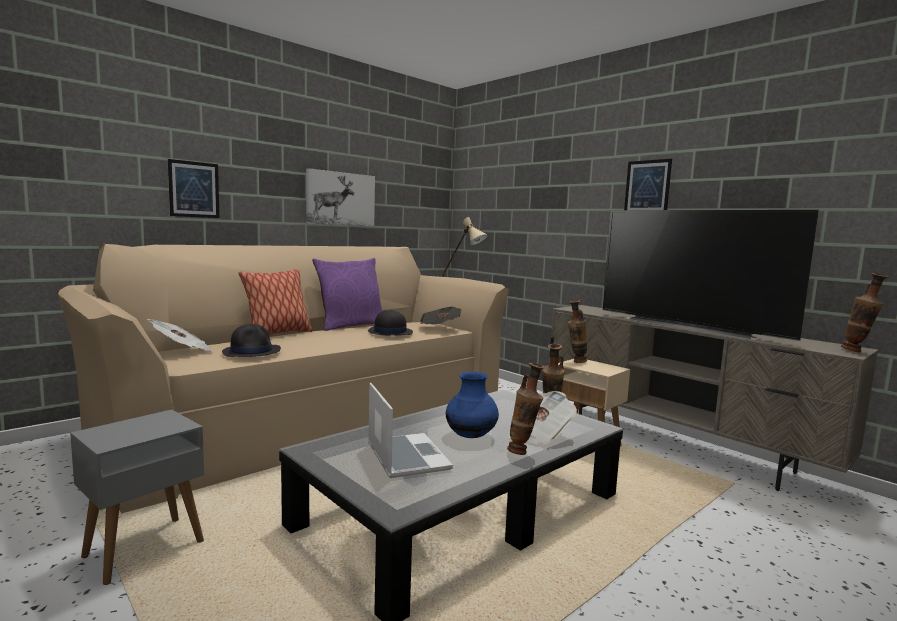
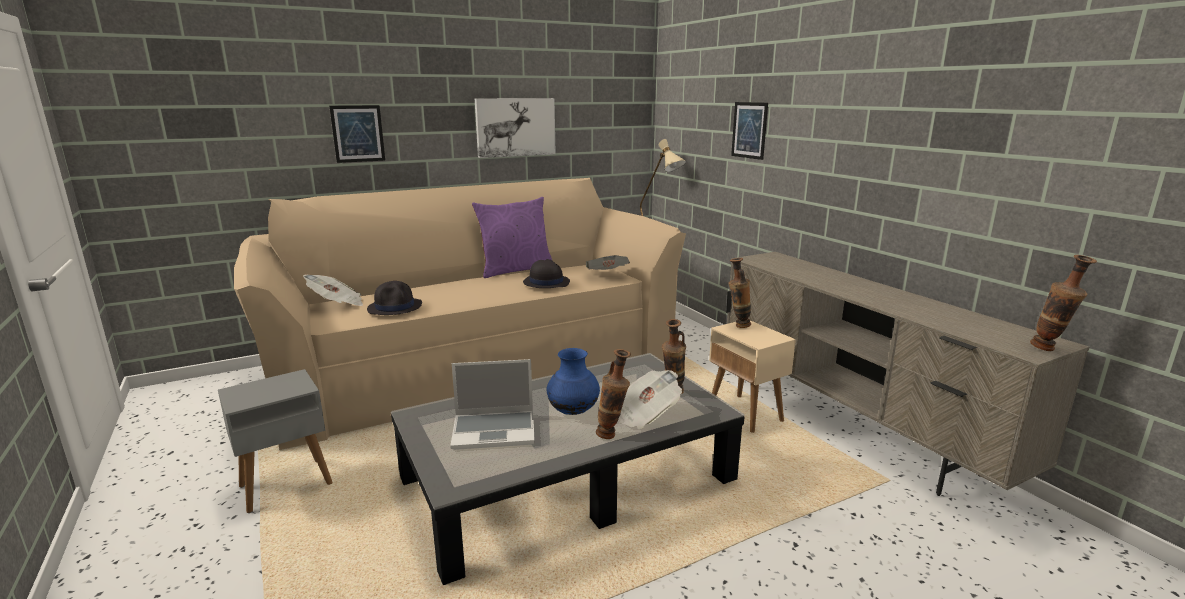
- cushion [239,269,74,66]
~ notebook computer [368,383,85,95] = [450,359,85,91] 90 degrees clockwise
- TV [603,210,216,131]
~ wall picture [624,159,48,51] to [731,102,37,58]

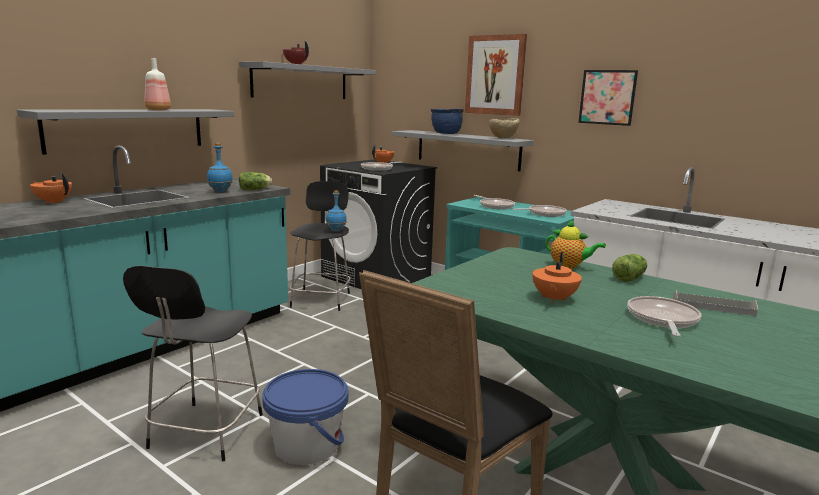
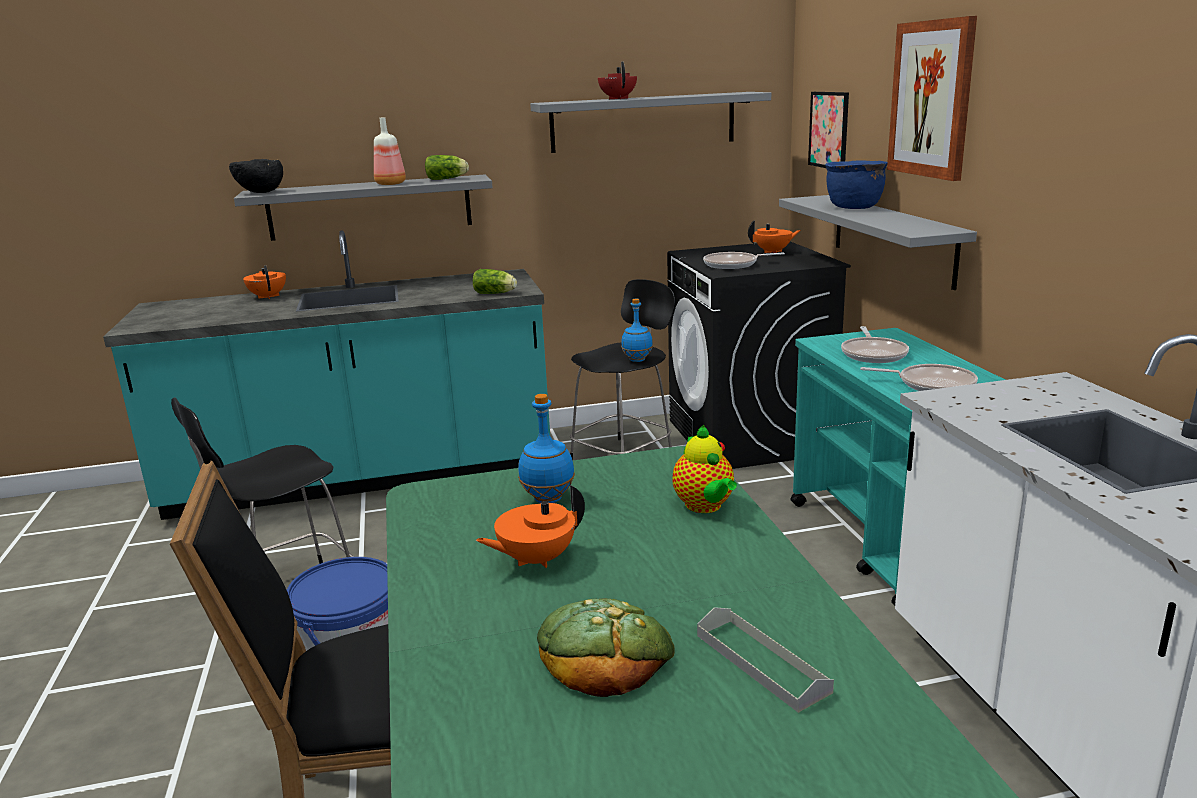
~ bottle (blue-coloured) [207,143,26,50] to [518,394,57,109]
- deep dish (sand-coloured) [489,118,31,20]
~ wall picture [578,70,60,56] to [808,92,41,76]
~ lettuce head [612,254,35,28] to [425,155,44,25]
~ frying pan [627,296,75,41] to bread [537,599,138,98]
+ deep dish (blackish) [229,159,54,34]

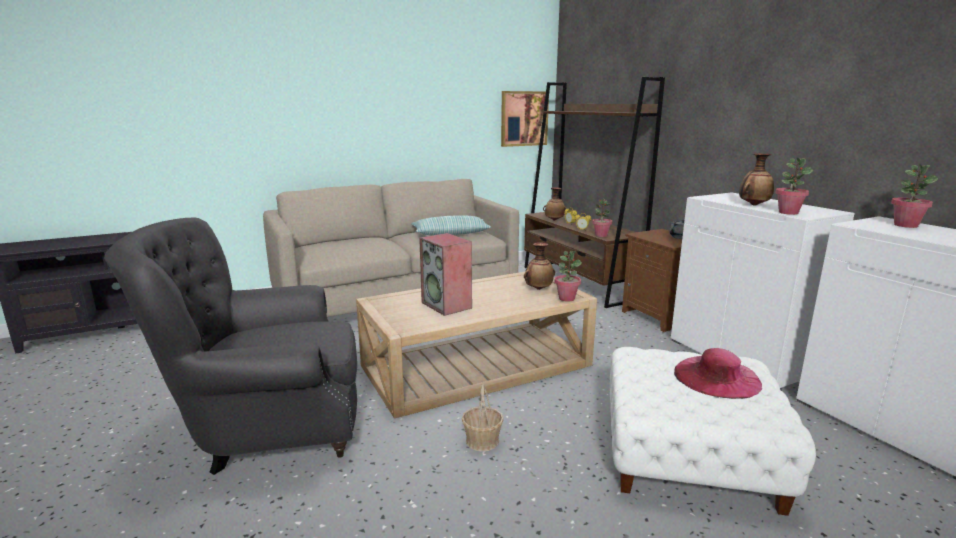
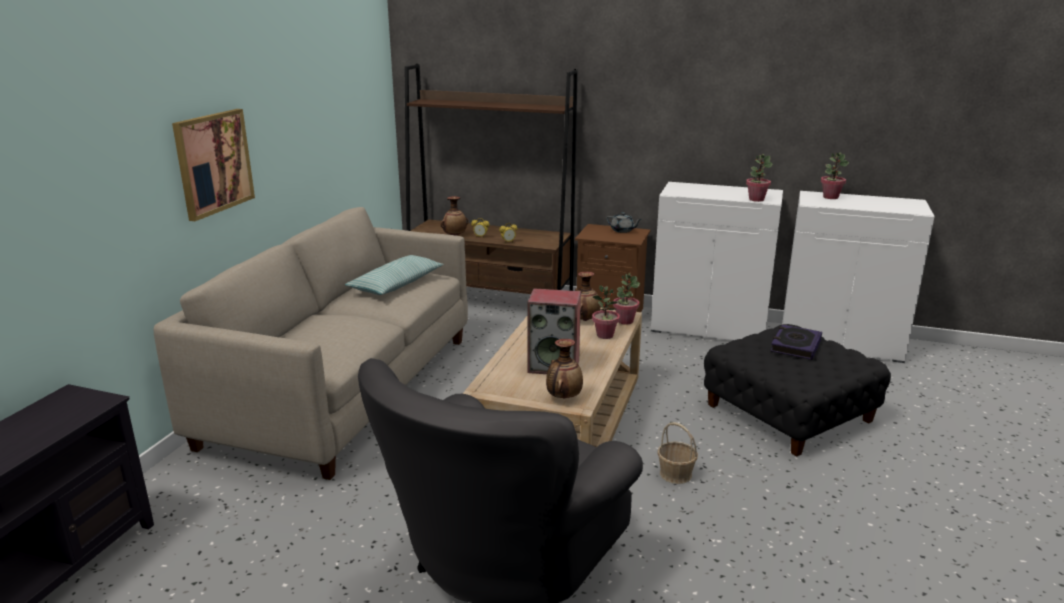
~ wall picture [501,91,48,56] to [172,109,83,112]
~ plant in a pot [592,199,20,38] to [592,285,28,54]
~ footrest (white-coloured) [610,347,206,169] to footrest (blackish) [704,324,187,133]
~ hat (pink) [674,348,89,51] to volume [770,324,52,36]
~ decorative vase [739,153,35,53] to [546,339,37,60]

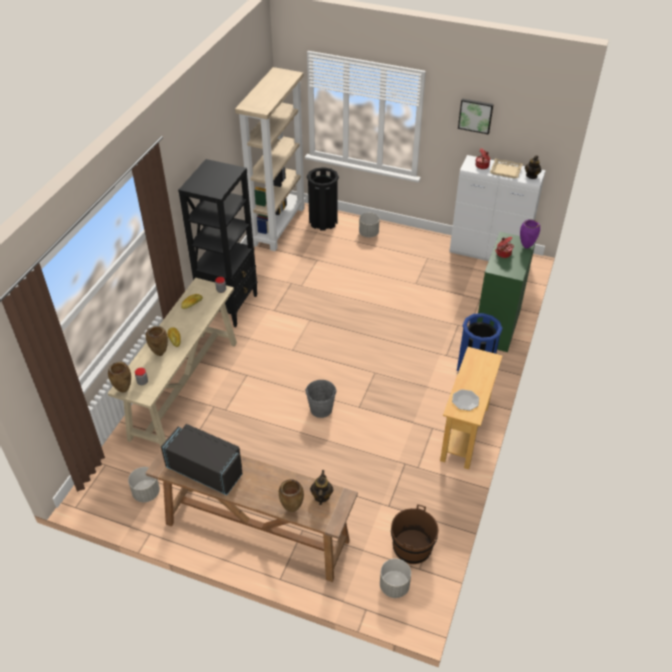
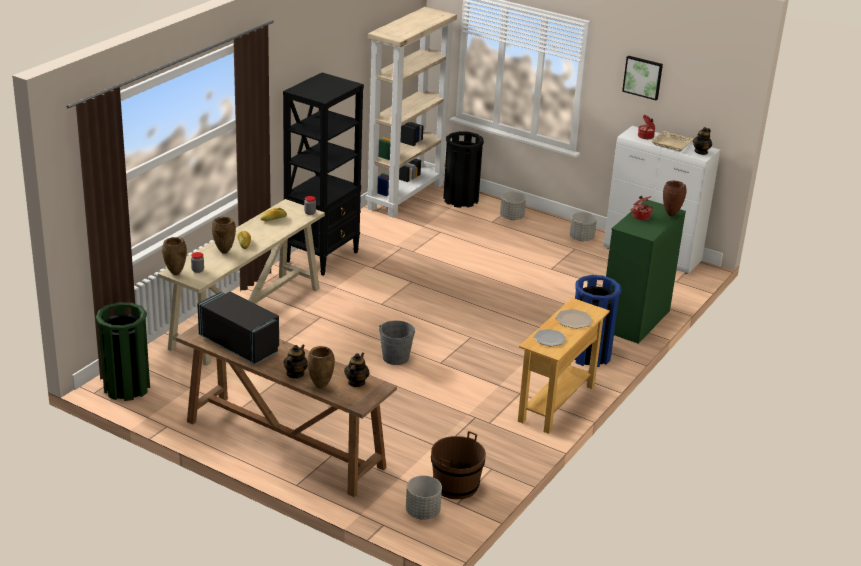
~ planter (grey) [128,467,32,35] to [570,212,27,29]
~ decorative vase (purple-coloured) [520,219,20,30] to decorative vase (brownish) [663,181,23,35]
+ rubbish bin (greenish) [96,302,54,99]
+ tea pot [283,344,25,34]
+ dinner plate [556,309,37,20]

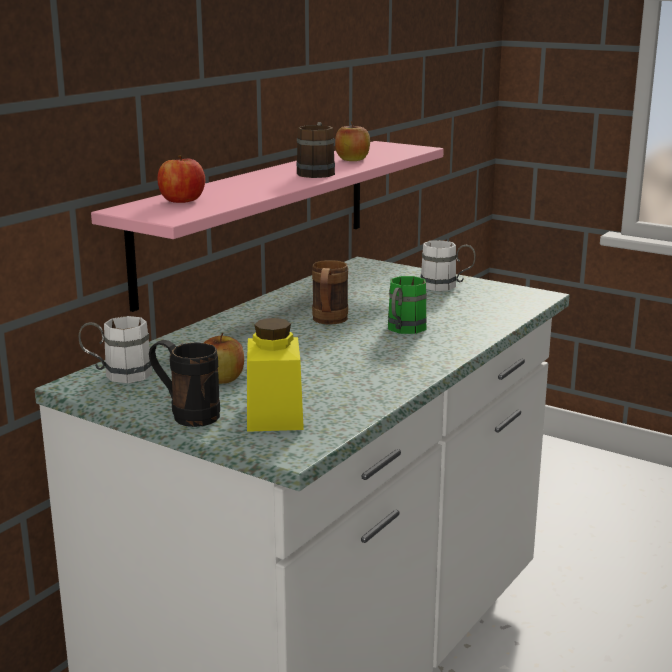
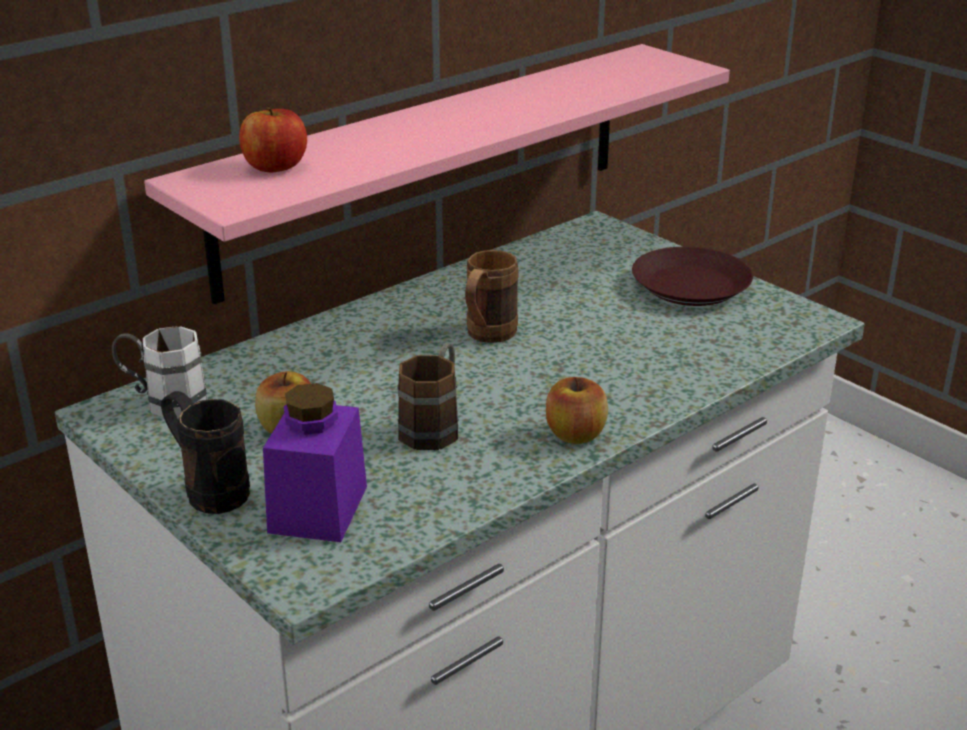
~ storage jar (yellow) [247,318,57,114] to storage jar (purple-coloured) [263,383,104,159]
~ coffee mug (brownish) [297,122,38,56] to [397,343,62,107]
~ apple [335,121,35,40] to [546,377,62,67]
- coffee mug (greenish) [388,276,39,58]
~ coffee mug (white-coloured) [421,240,55,51] to dinner plate (brownish) [632,247,121,59]

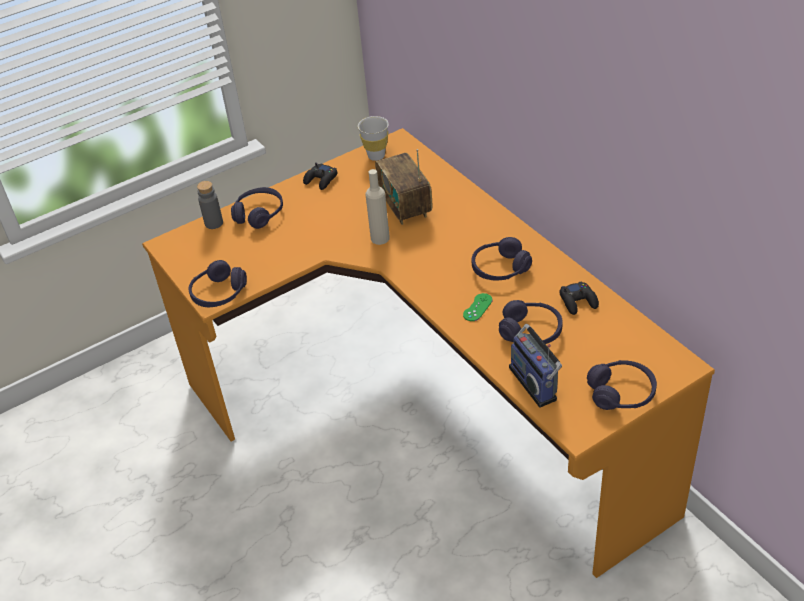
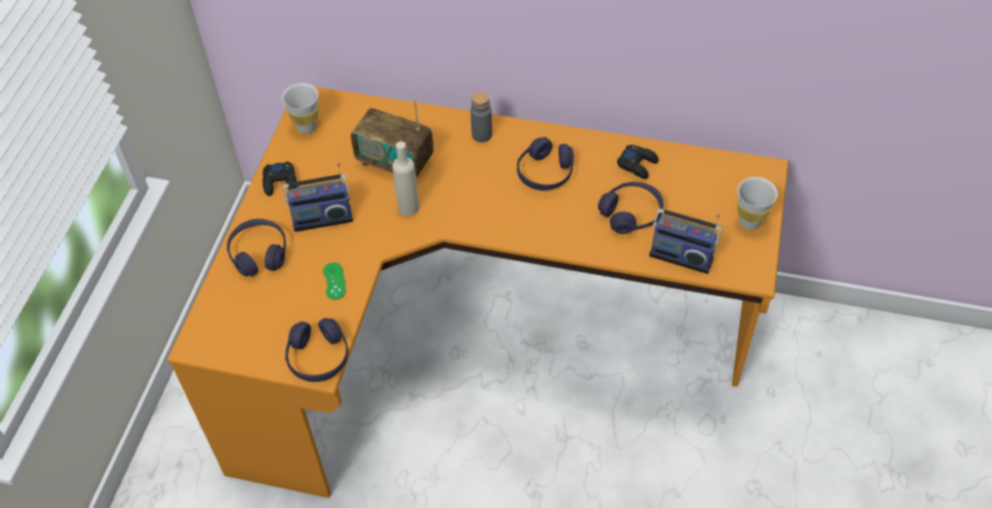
~ bottle (grey) [197,181,26,48] to [470,92,22,50]
~ game controller (greenish) [463,293,30,28] to [323,263,23,37]
~ headset (purple-coloured) [587,360,70,50] to small cup (white-coloured) [737,177,41,53]
+ radio set [282,163,71,69]

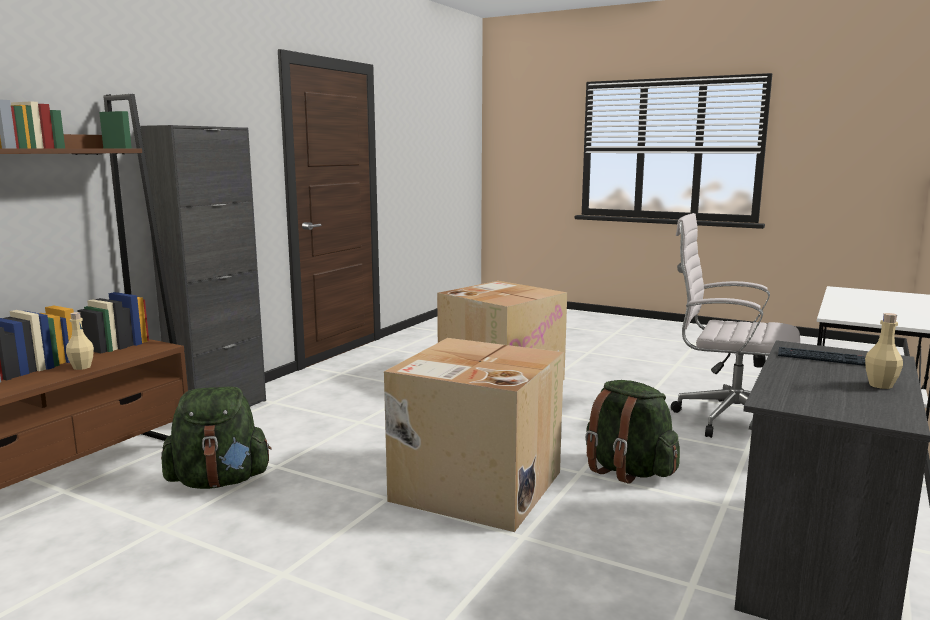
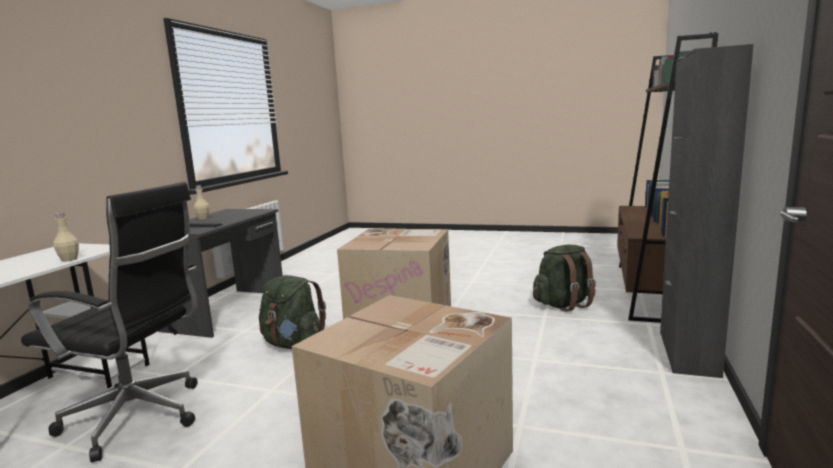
~ bottle (sand-coloured) [66,312,28,58] to [53,212,26,50]
~ office chair (white-coloured) [671,213,129,225] to office chair (blackish) [21,182,177,280]

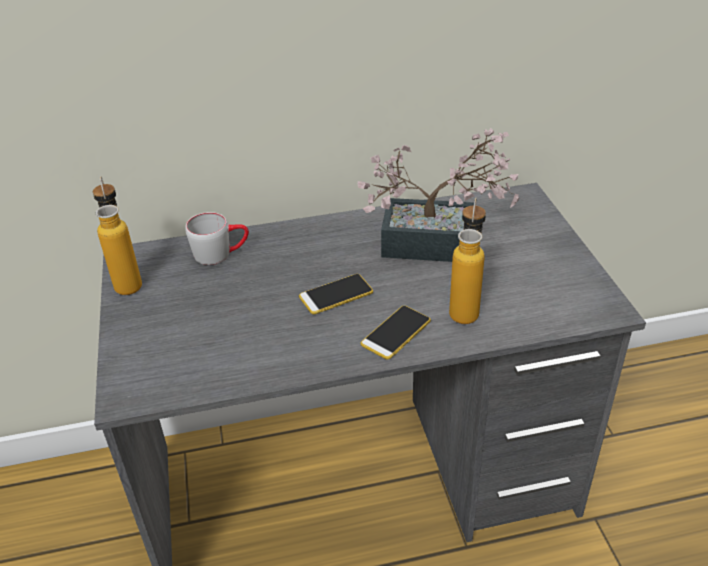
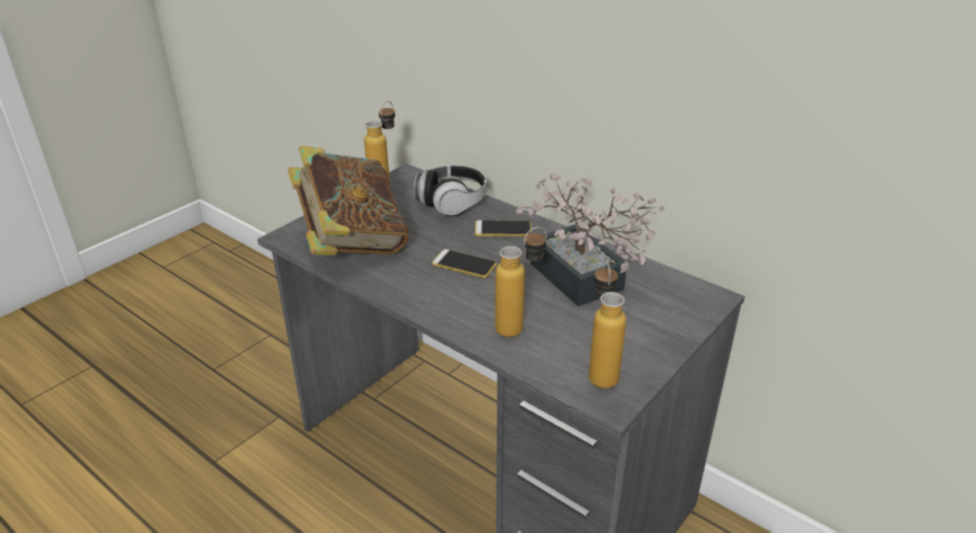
~ coffee mug (grey) [185,212,64,53] to headset [414,165,73,50]
~ phone [361,306,70,54] to [475,220,57,17]
+ volume [288,146,120,110]
+ bottle [589,260,37,129]

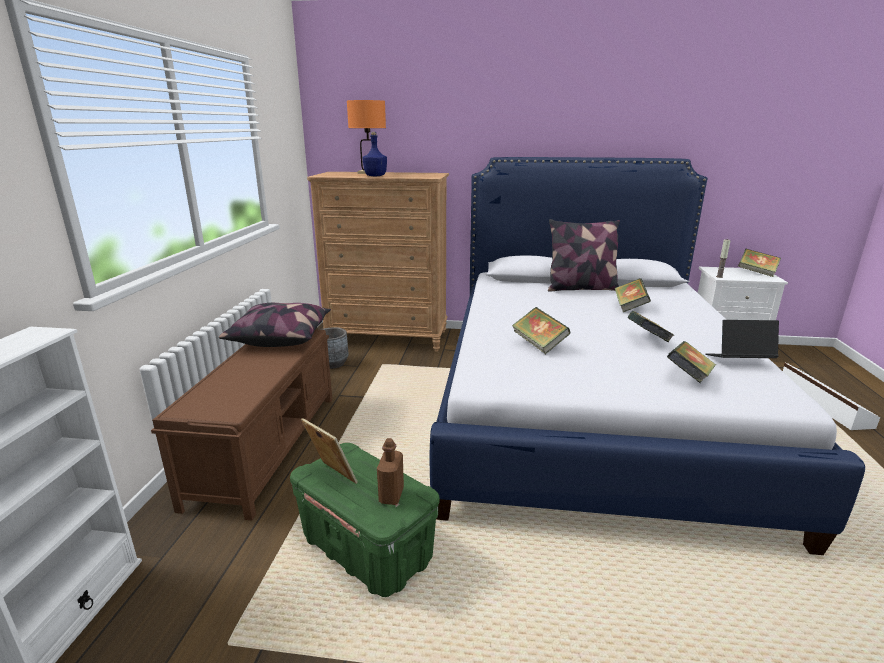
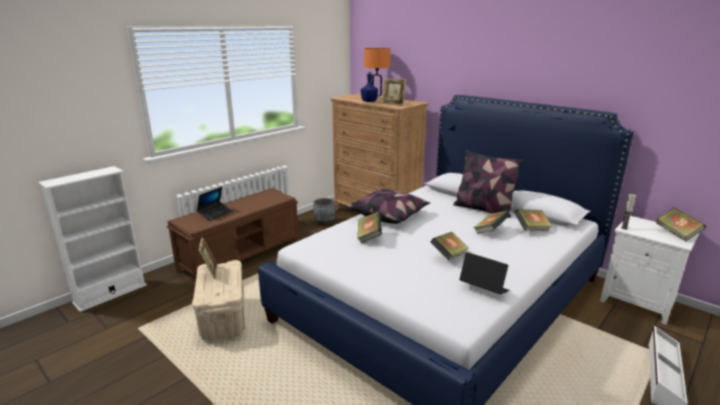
~ cushion [219,303,112,44] to [347,189,83,35]
~ storage box (greenish) [290,443,150,154] to storage box (sand-coloured) [192,260,53,81]
- bottle (brownish) [377,438,27,67]
~ volume [667,341,49,42] to [514,209,39,22]
+ notebook computer [197,187,35,34]
+ standing frame [382,78,24,27]

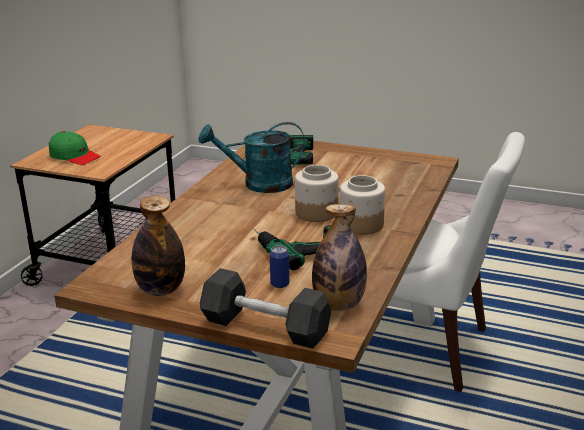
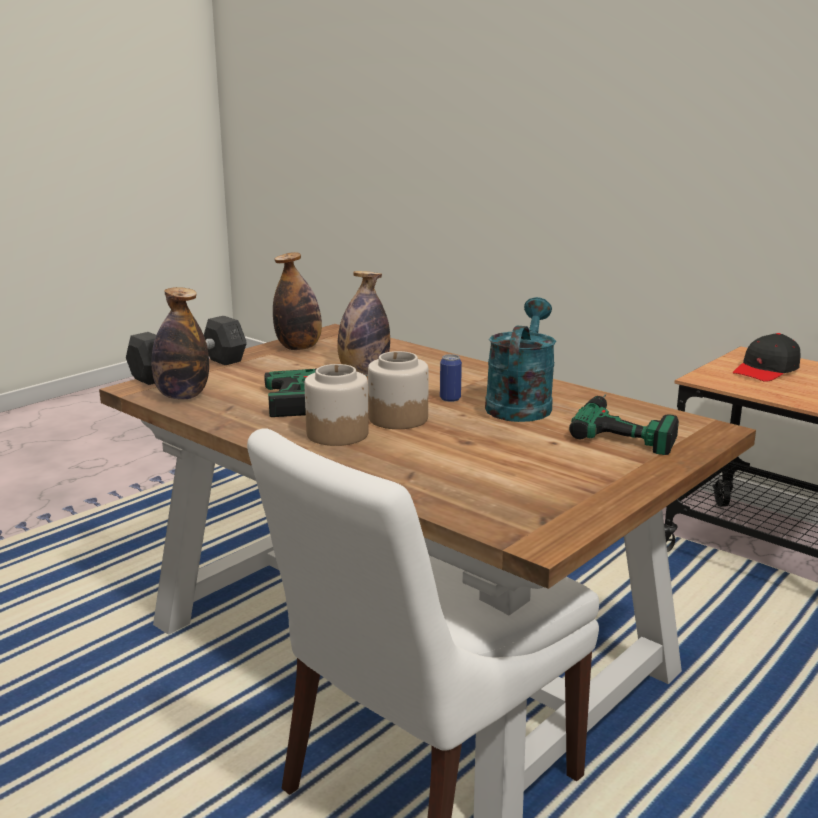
~ peaked cap (greenish) [49,131,52,34] to peaked cap (blackish) [733,333,68,49]
~ sealed can [270,245,20,43] to [440,354,22,48]
+ bottle [337,271,53,104]

